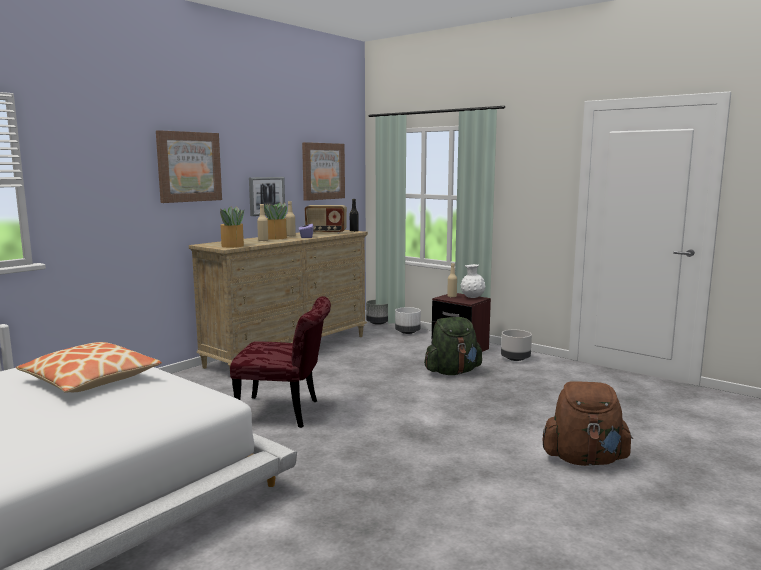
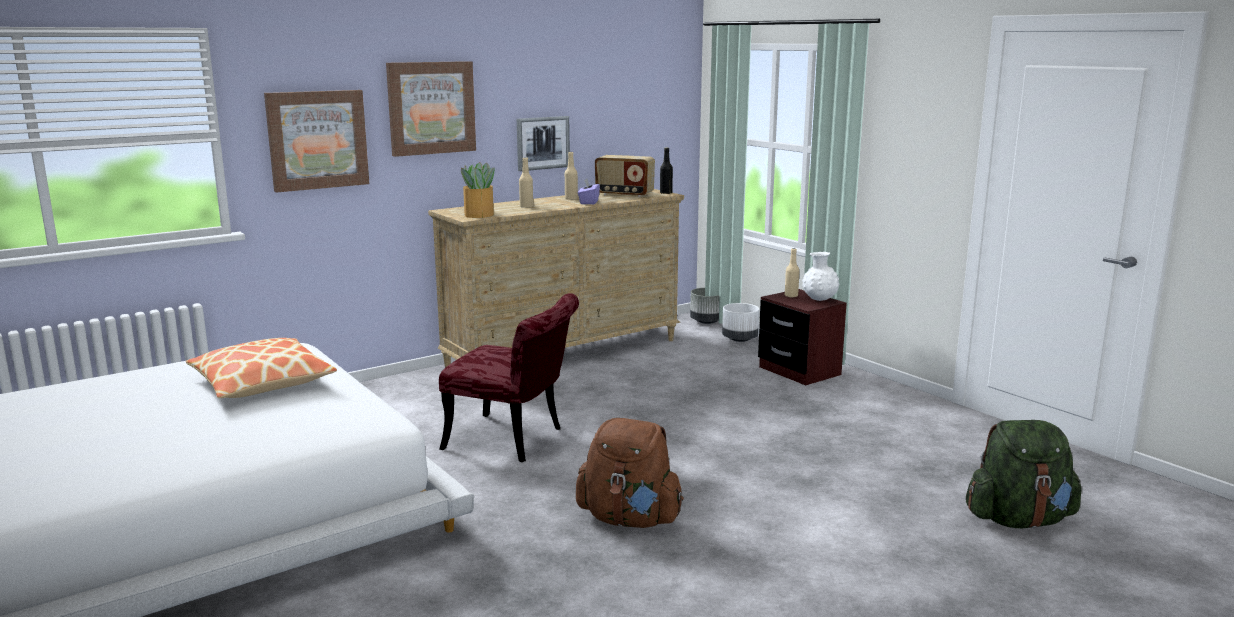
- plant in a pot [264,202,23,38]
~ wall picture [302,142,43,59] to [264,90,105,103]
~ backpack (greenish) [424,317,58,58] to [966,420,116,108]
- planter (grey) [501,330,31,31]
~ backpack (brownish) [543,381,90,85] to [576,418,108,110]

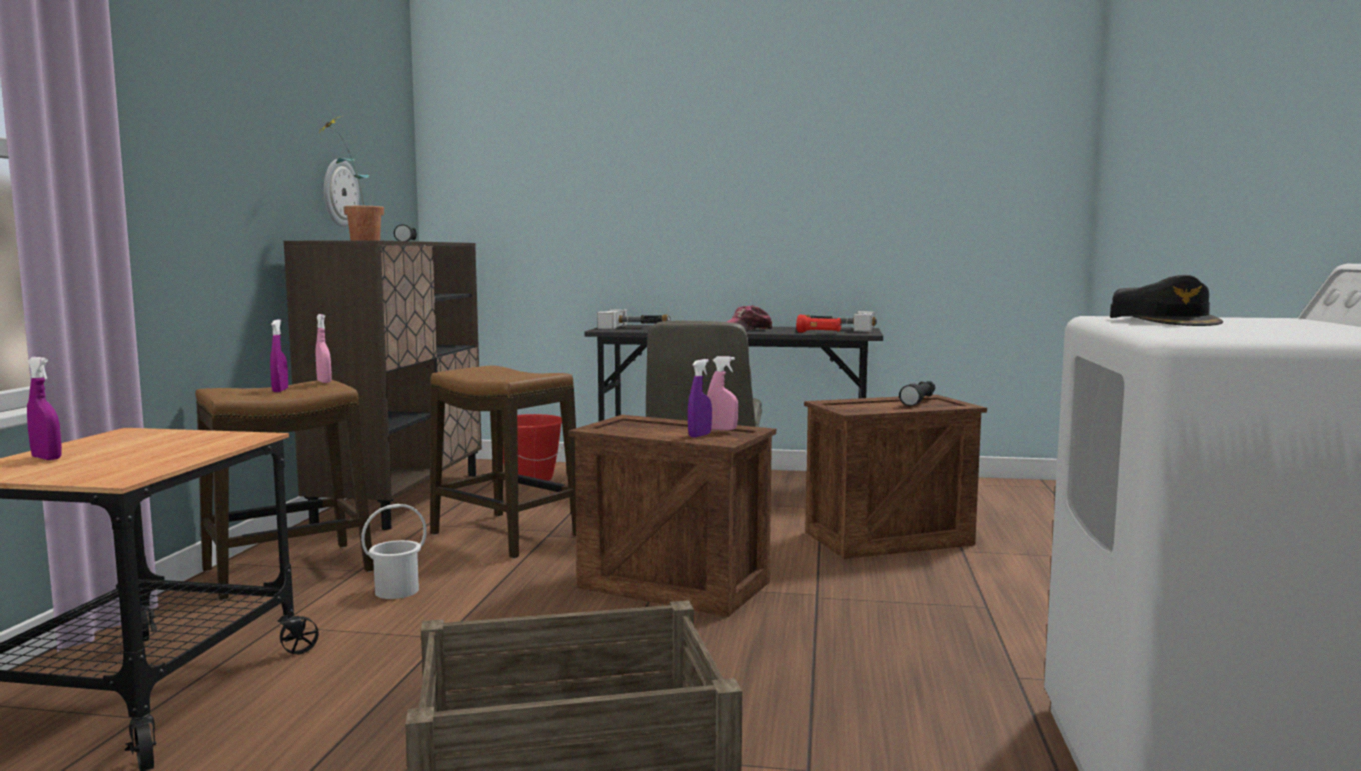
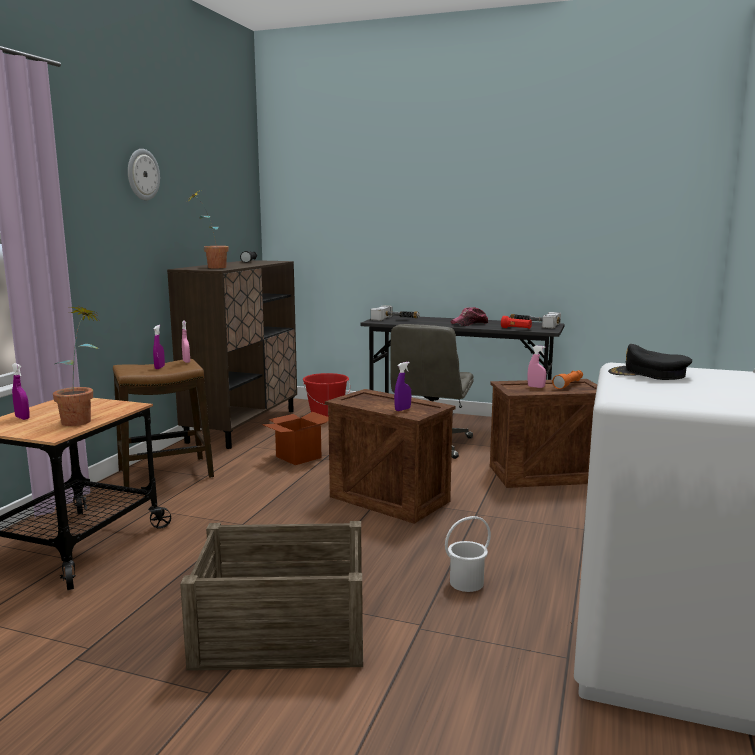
~ wall clock [324,159,35,68] to [128,149,32,51]
~ pail (white-coloured) [361,504,66,95] to [445,516,46,76]
~ sitting stool [430,365,146,194] to carton [262,412,66,53]
~ spray bottle (pink) [707,356,31,74] to [527,345,19,43]
~ hand torch (blackish) [899,381,36,25] to hand torch (orangey) [552,370,31,19]
~ peaked cap (blackish) [1110,275,113,51] = [608,344,84,36] 105 degrees clockwise
+ plant in a pot [53,305,46,121]

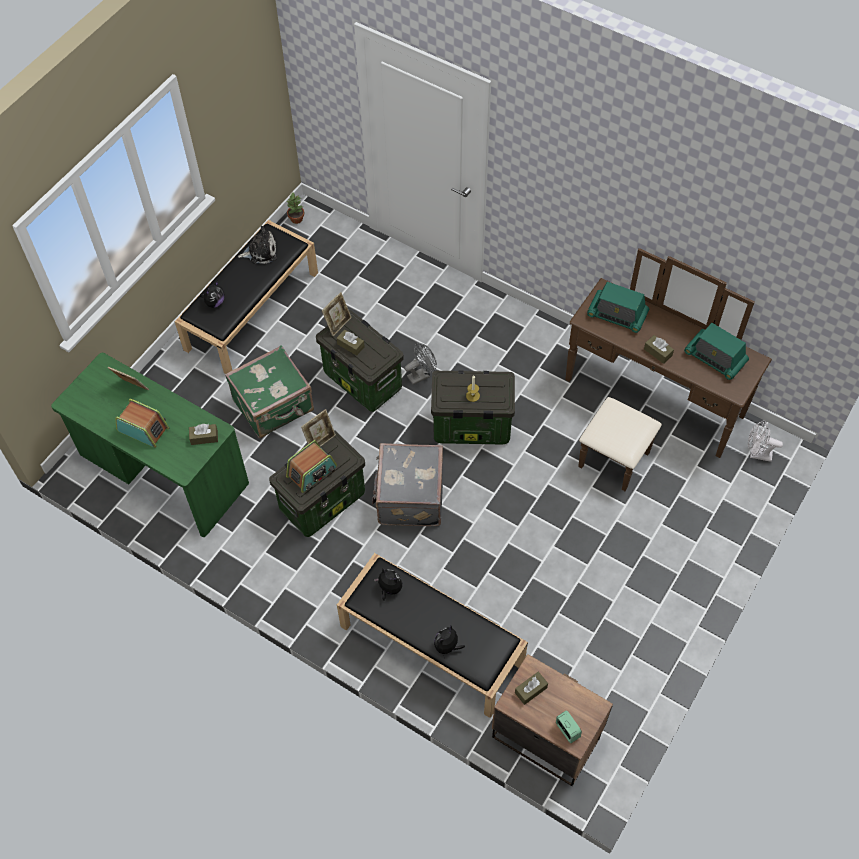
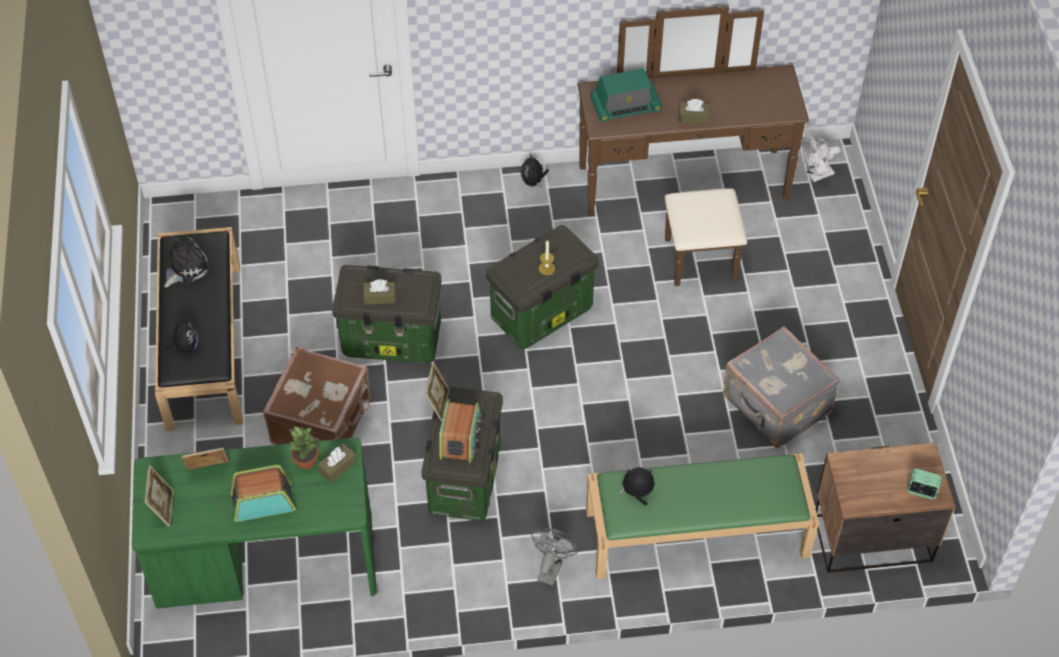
~ suitcase (greenish) [225,346,89,92] to suitcase (brownish) [263,347,108,98]
~ plant in a pot [287,193,17,31] to [288,426,31,43]
~ standing frame [322,292,30,44] to [145,465,28,62]
~ bench (blackish) [337,553,191,165] to bench (greenish) [586,453,233,126]
~ suitcase (grey) [372,443,71,83] to [723,326,117,123]
~ fan (grey) [405,342,32,43] to [531,528,47,58]
~ plush toy [434,626,31,33] to [521,153,28,34]
- box of tissues (brownish) [515,672,33,33]
- radio set [684,323,65,57]

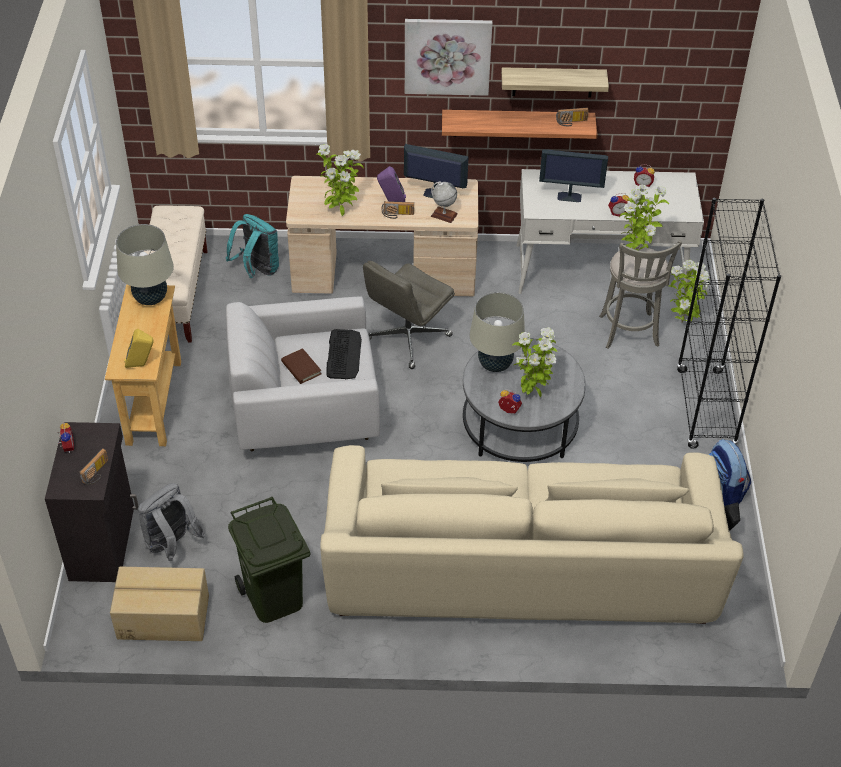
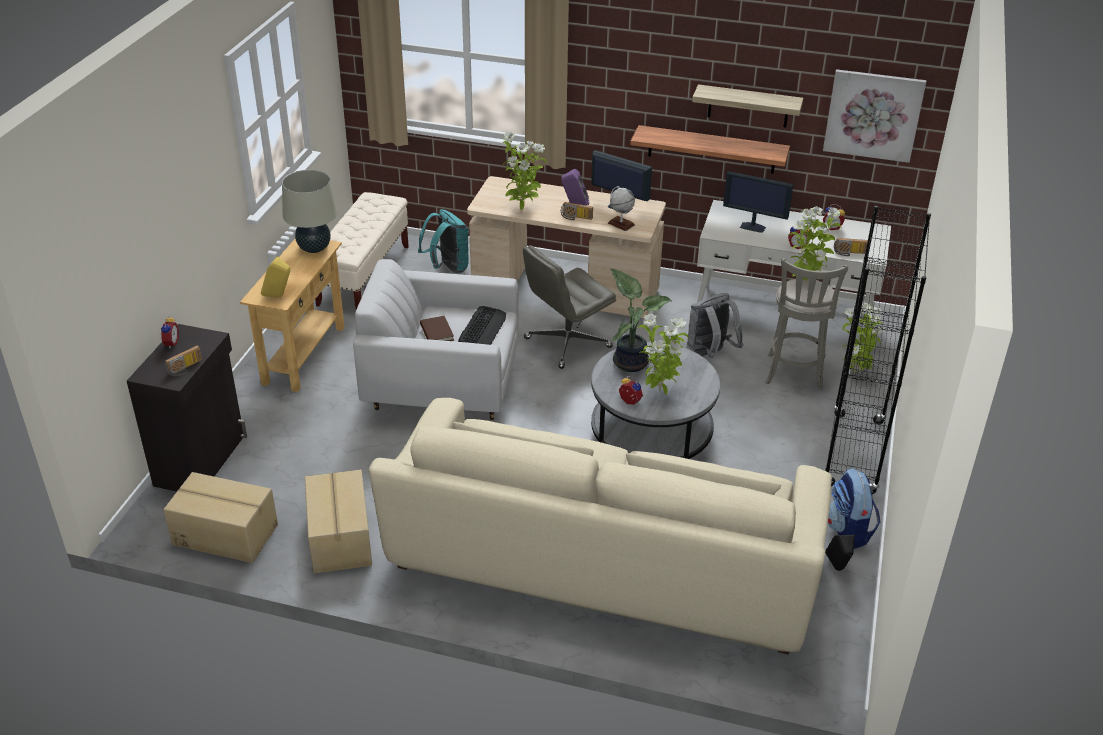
~ backpack (grey) [138,483,67,78] to [687,293,56,66]
~ rubbish bin (greenish) [228,497,83,126] to carton [305,470,67,104]
~ wall picture [405,19,87,77] to [823,69,103,94]
~ tabletop lamp (sand-coloured) [470,292,55,80] to plant in a pot [610,269,62,103]
~ radio set [556,108,33,18] to [834,238,34,18]

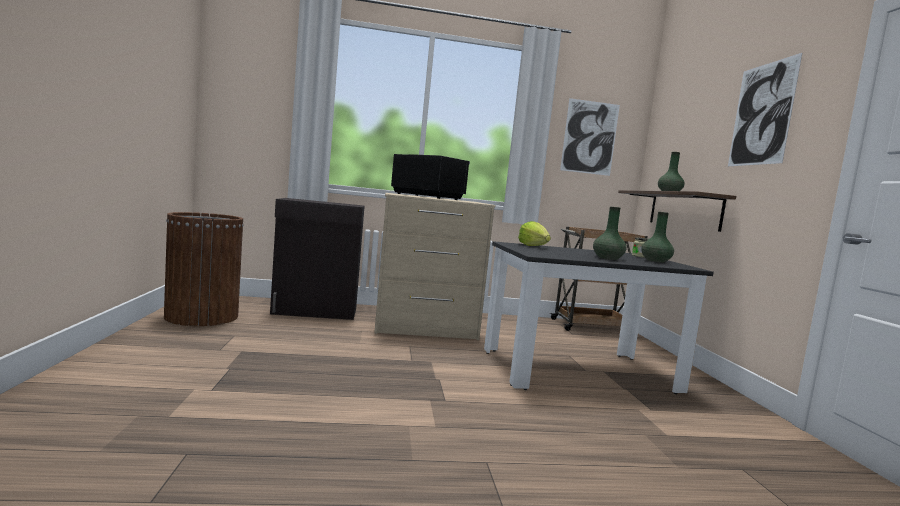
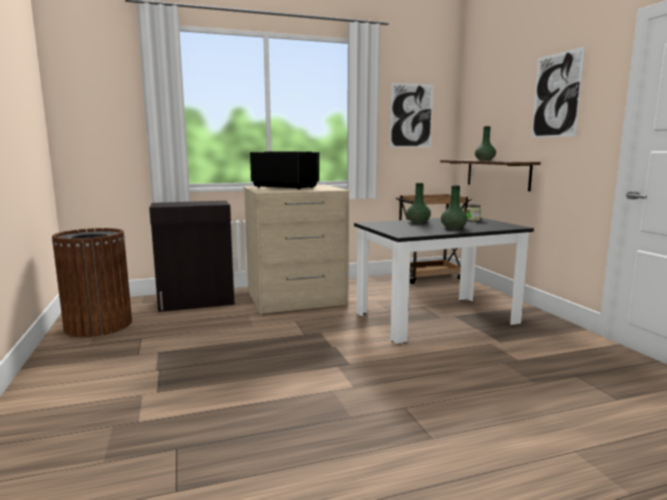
- lettuce head [518,221,33,25]
~ decorative vase (greenish) [641,212,33,51] to [406,183,25,40]

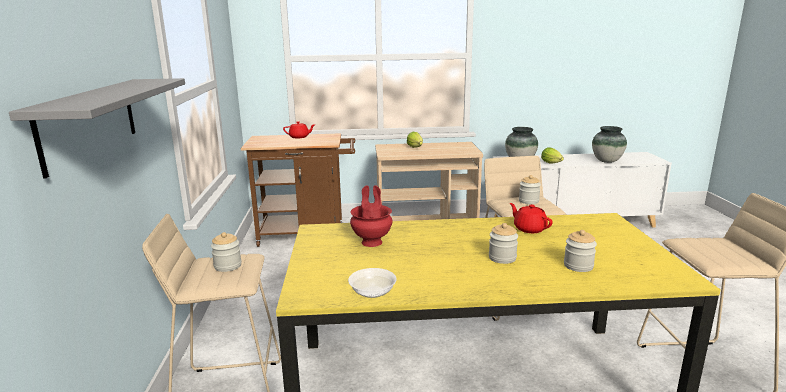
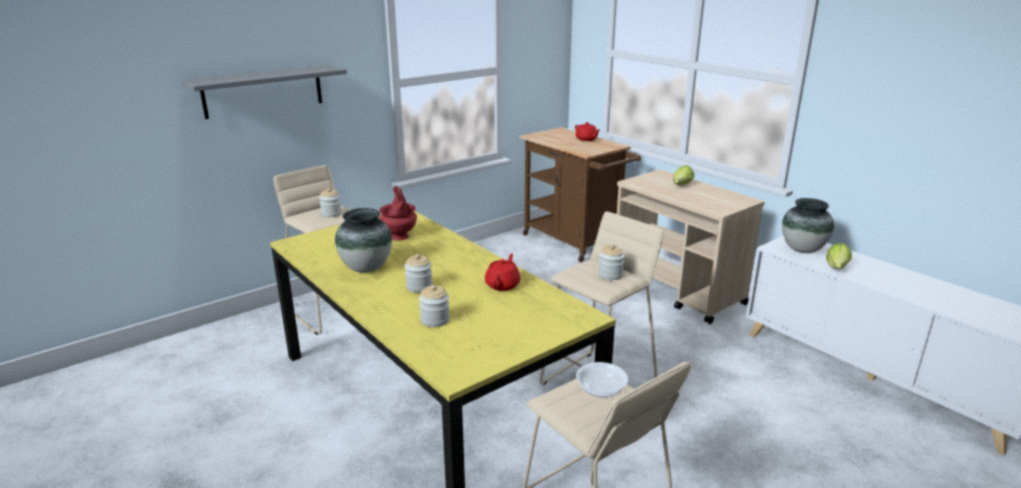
~ deep dish [348,268,49,30] to [576,362,52,35]
~ decorative vase [592,126,35,37] to [335,208,57,65]

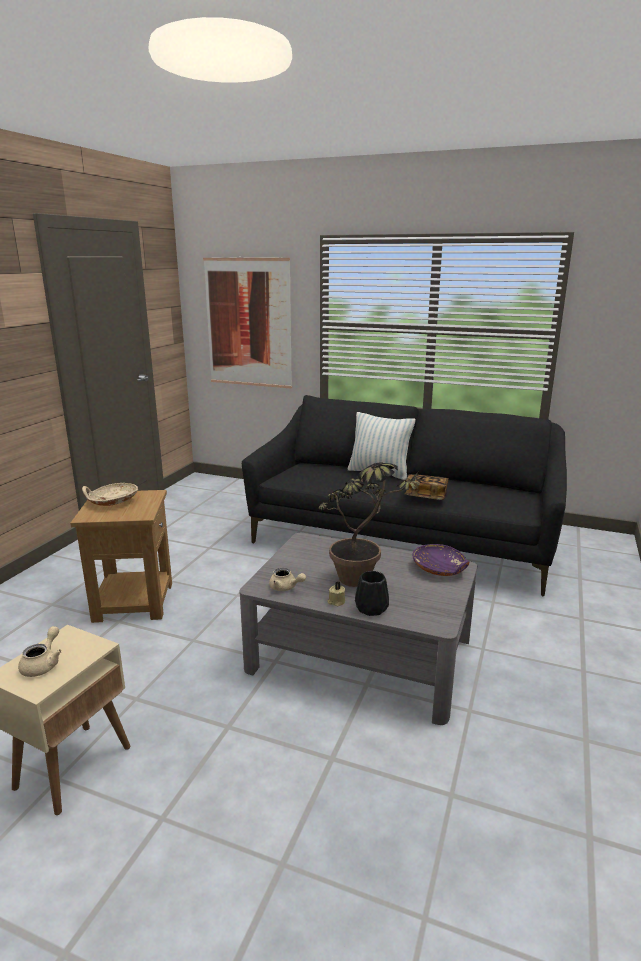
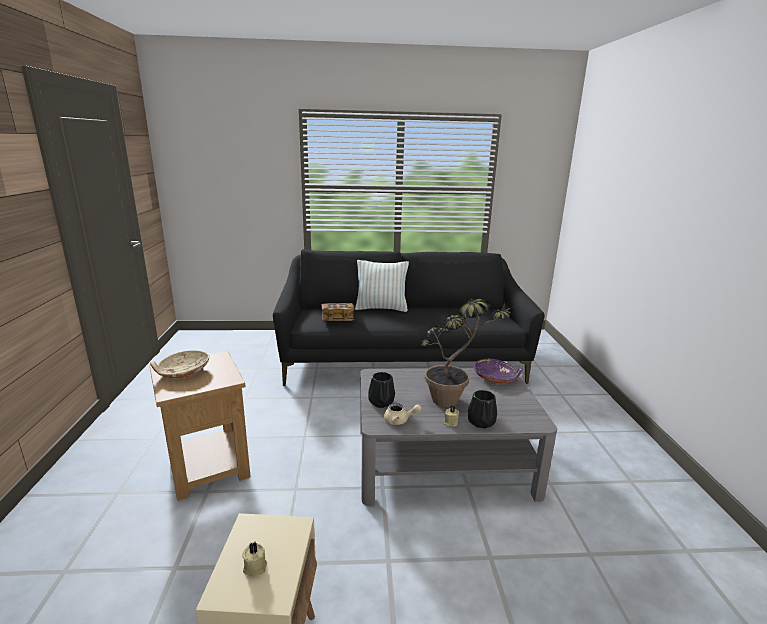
~ tea pot (sand-coloured) [18,626,44,51] to wax light (sand-coloured) [242,542,25,34]
- wall picture [203,258,89,130]
~ volume [405,474,44,26] to [321,303,34,18]
+ decorative vase (blackish) [368,372,27,36]

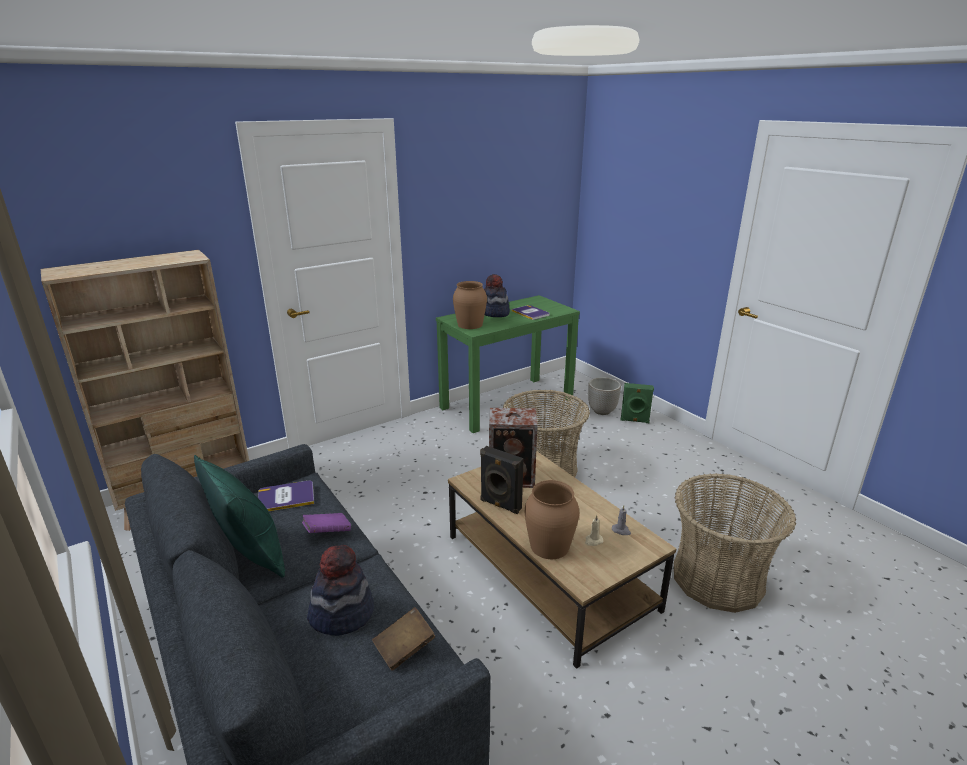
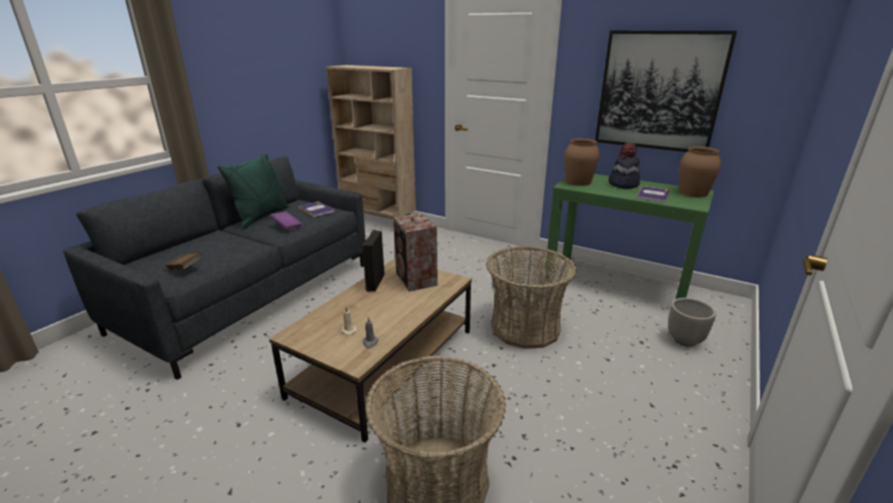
- hat [307,545,67,91]
~ decorative vase (brownish) [525,480,54,79] to [679,146,42,51]
- loudspeaker (greenish) [620,383,34,40]
+ wall picture [595,31,142,121]

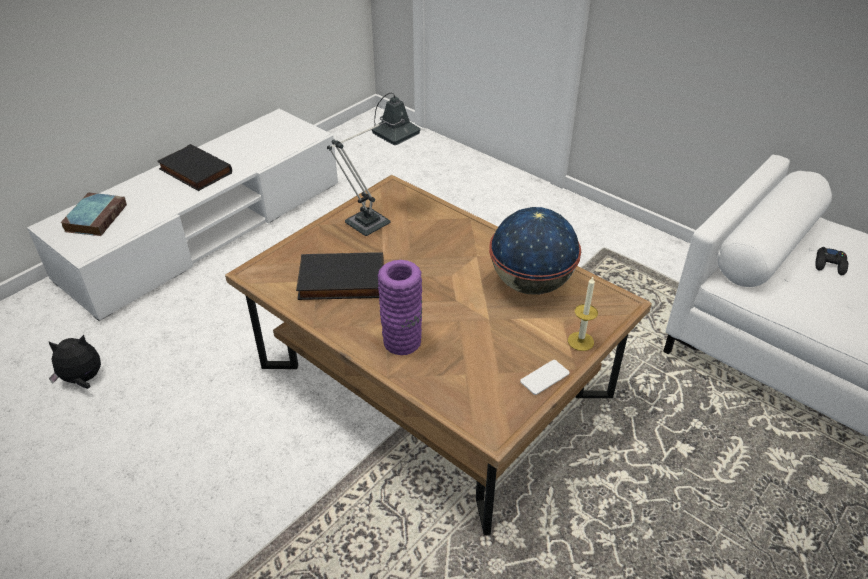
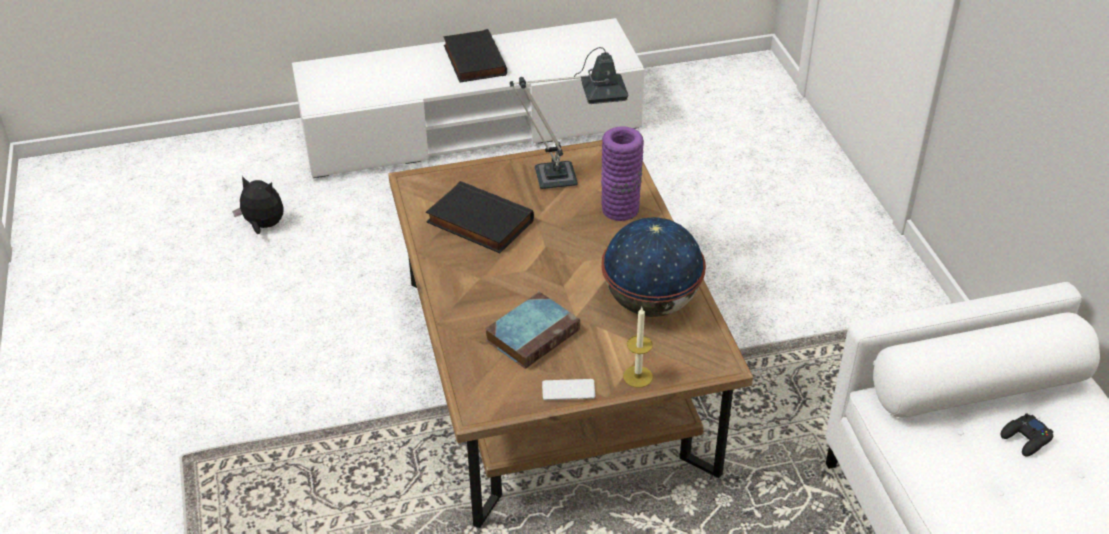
~ volume [60,193,67,43] to [485,292,95,77]
~ decorative vase (purple-coloured) [378,260,44,95] to [601,127,43,94]

